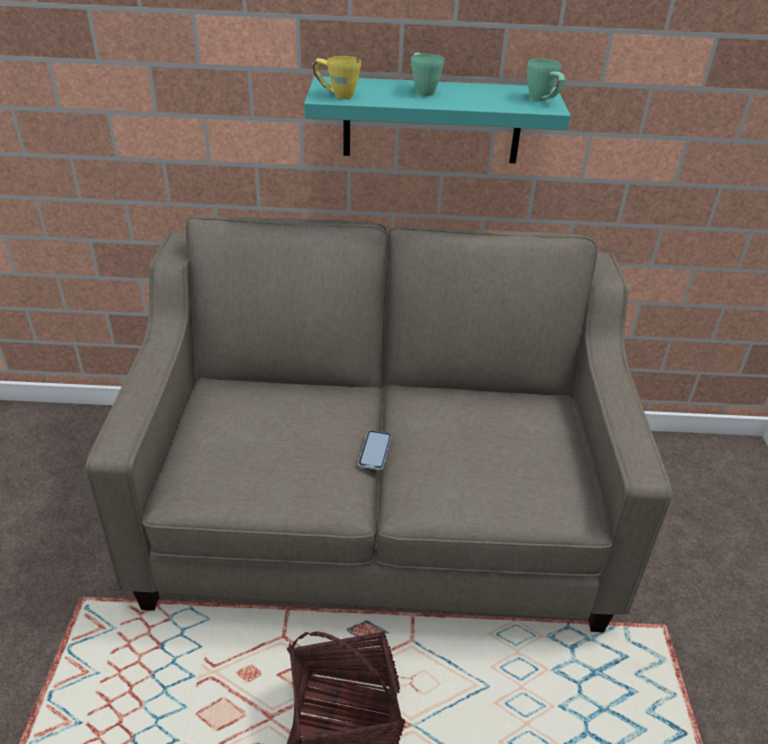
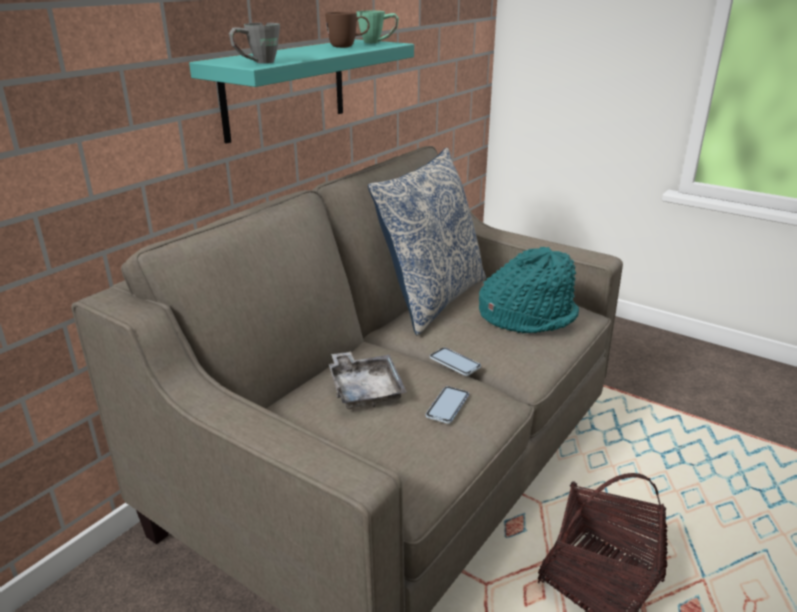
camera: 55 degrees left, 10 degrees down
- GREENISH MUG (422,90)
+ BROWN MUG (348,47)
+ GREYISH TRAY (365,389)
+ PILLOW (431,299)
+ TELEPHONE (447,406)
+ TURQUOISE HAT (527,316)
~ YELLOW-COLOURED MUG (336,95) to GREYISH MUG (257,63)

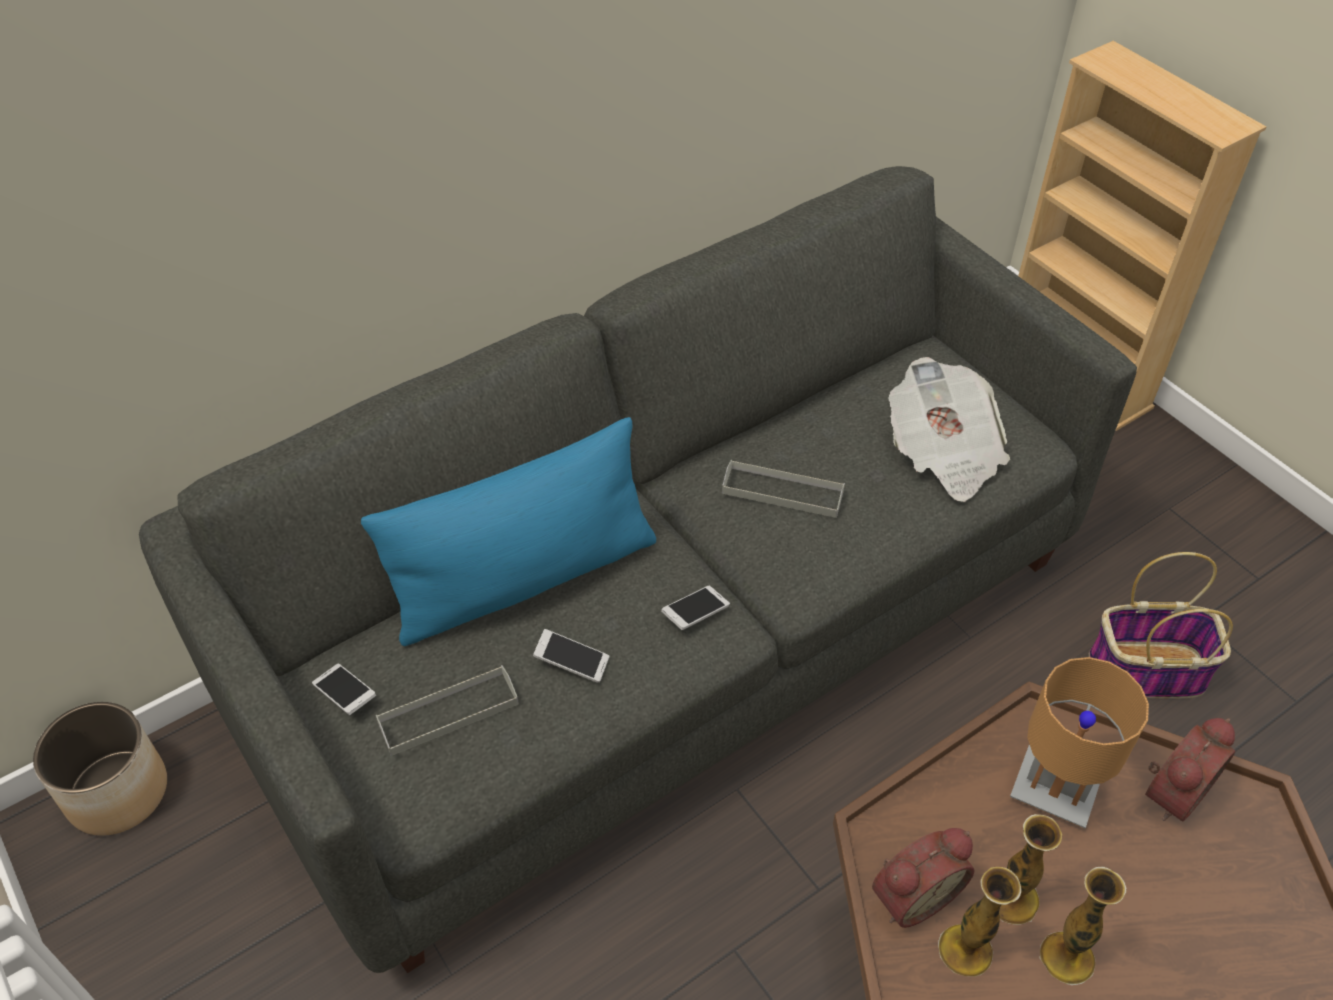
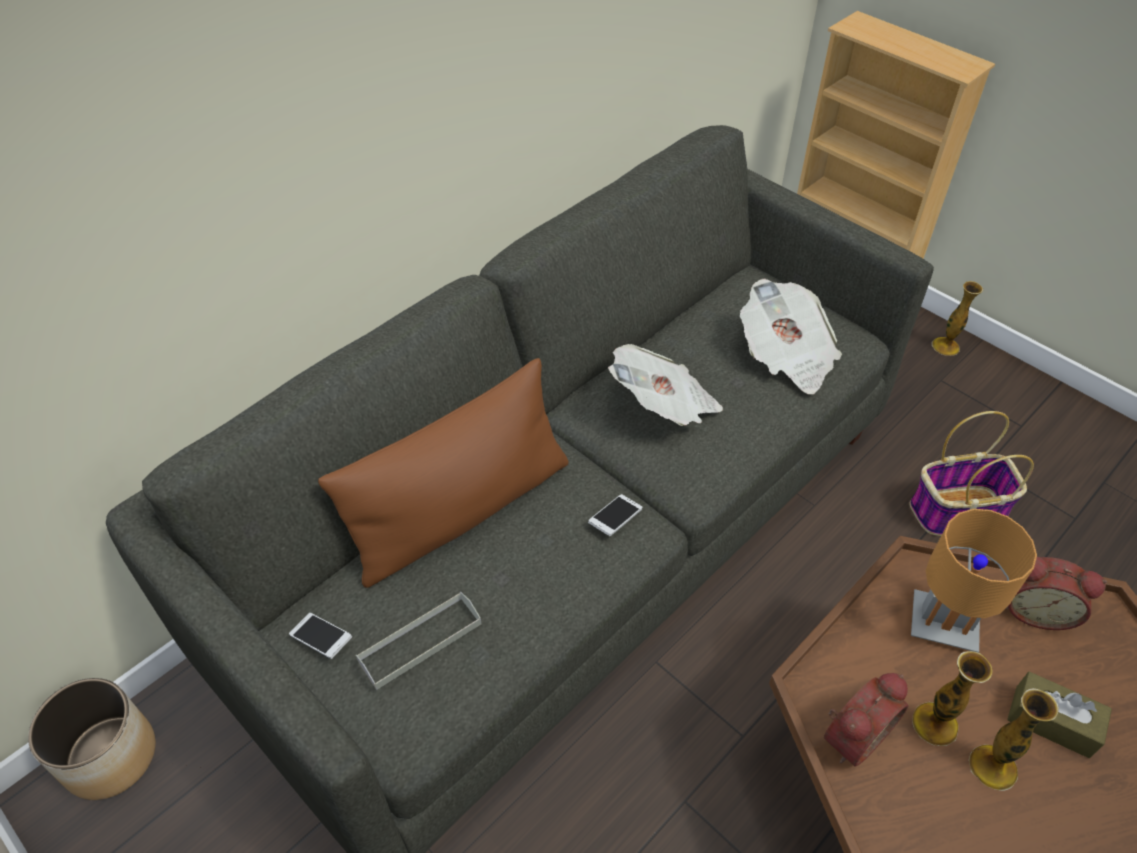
camera: 10 degrees left, 0 degrees up
- TELEPHONE (572,662)
+ BROWN TISSUE BOX (1052,721)
~ DECORATIVE VASE (965,950) to (945,346)
~ GREYISH TRAY (782,492) to NEWSPAPER (664,406)
~ BLUISH PILLOW (525,579) to BROWN PILLOW (461,511)
~ BEDSIDE CLOCK (1171,790) = (1035,608) 75 degrees clockwise

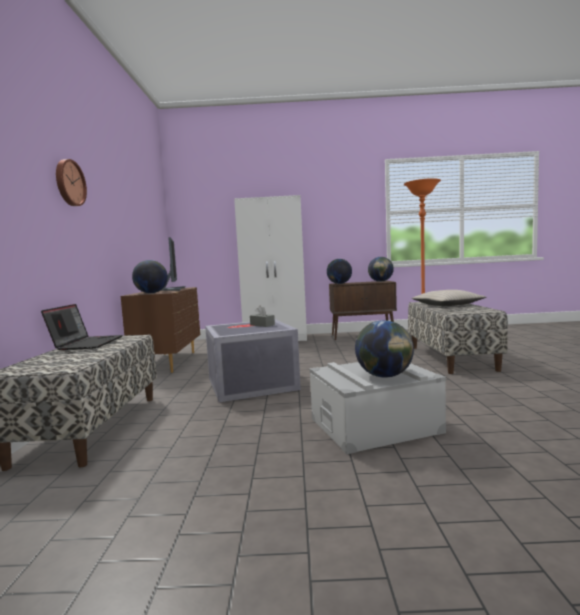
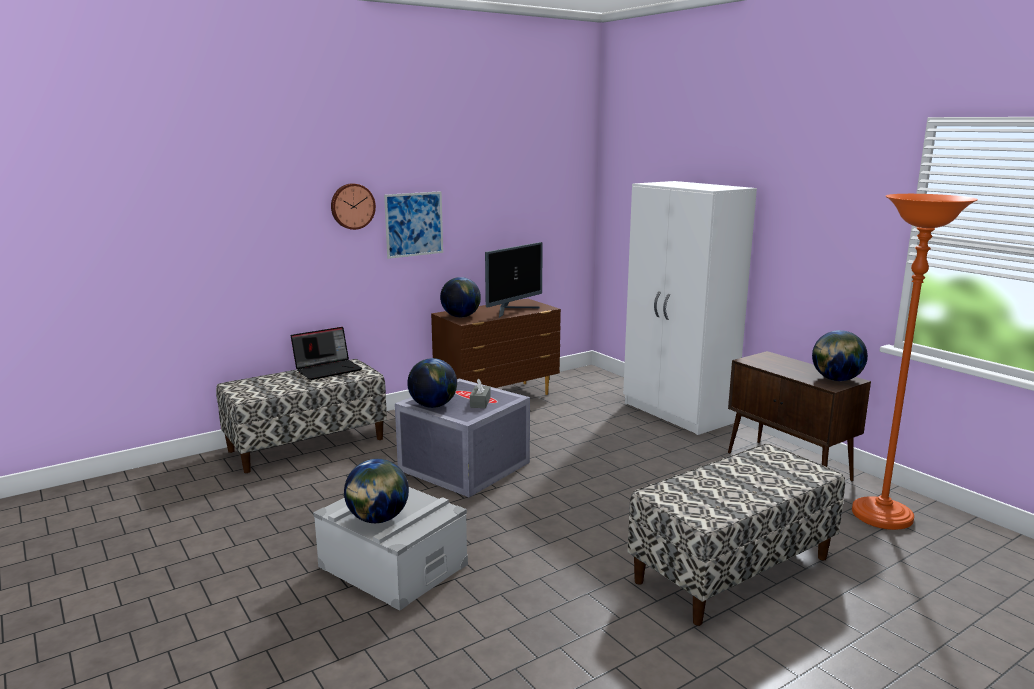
camera: 55 degrees right, 10 degrees up
- BEIGE-COLOURED PILLOW (447,305)
+ PICTURE (414,224)
~ GLOBE (339,283) to (433,405)

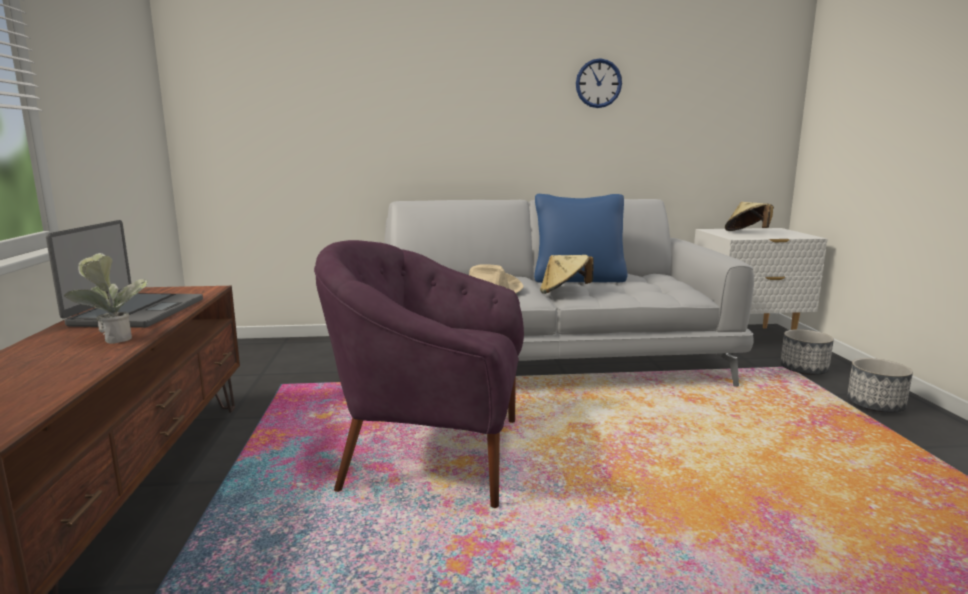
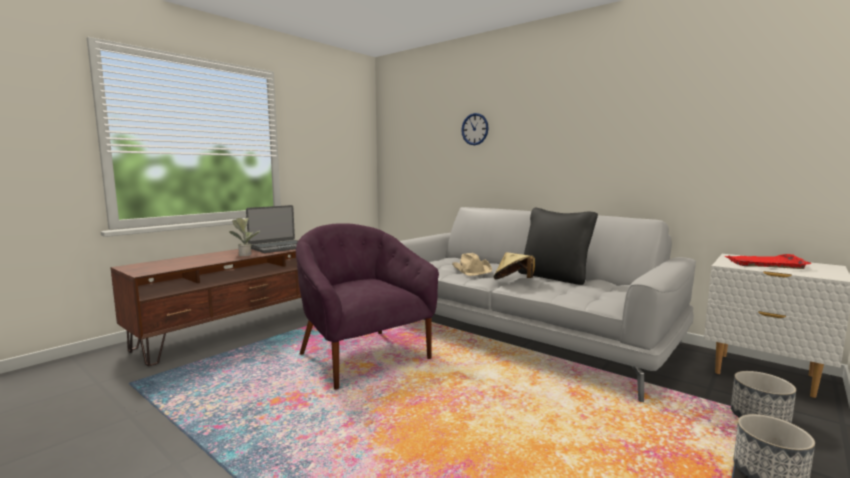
camera: 45 degrees right, 5 degrees down
~ HANGING CLOCK (598,83) to (475,129)
~ BEIGE-COLOURED HAT (747,233) to REDDISH TRAY (765,263)
~ BLUISH PILLOW (578,279) to BLACK PILLOW (554,277)

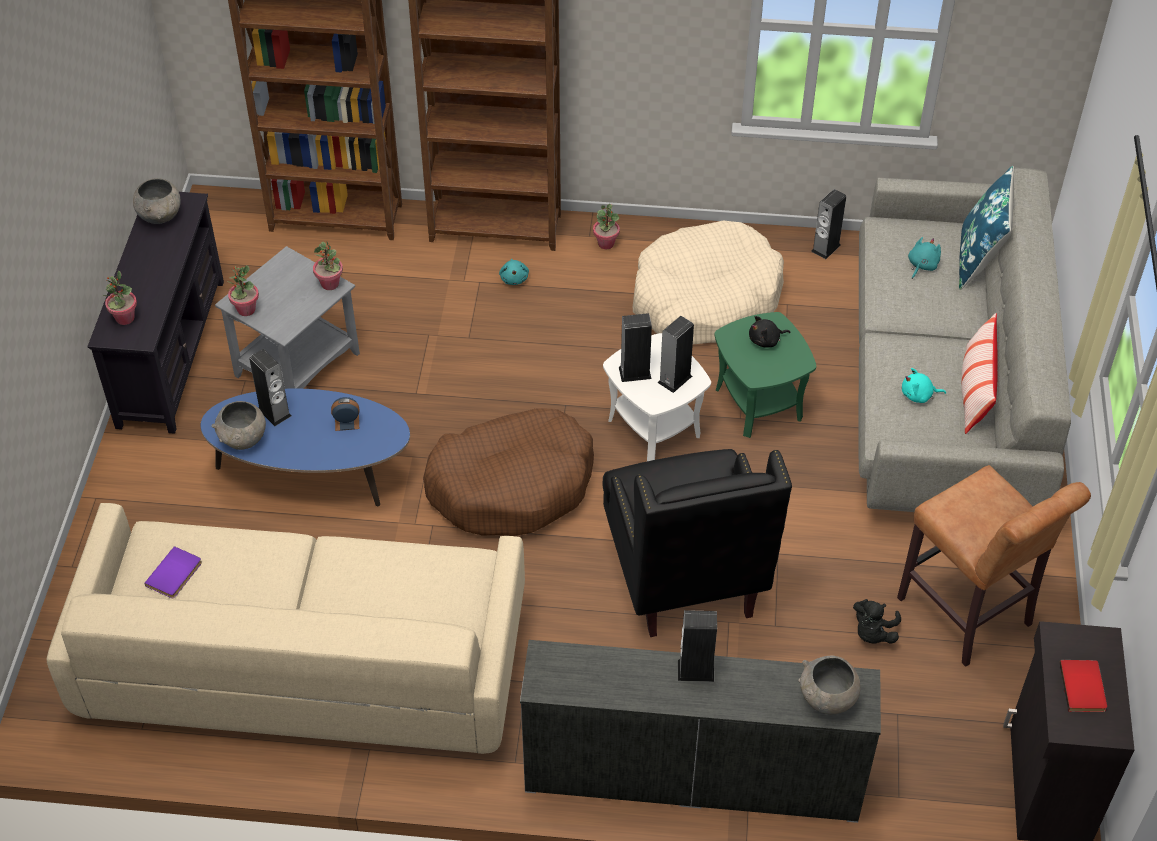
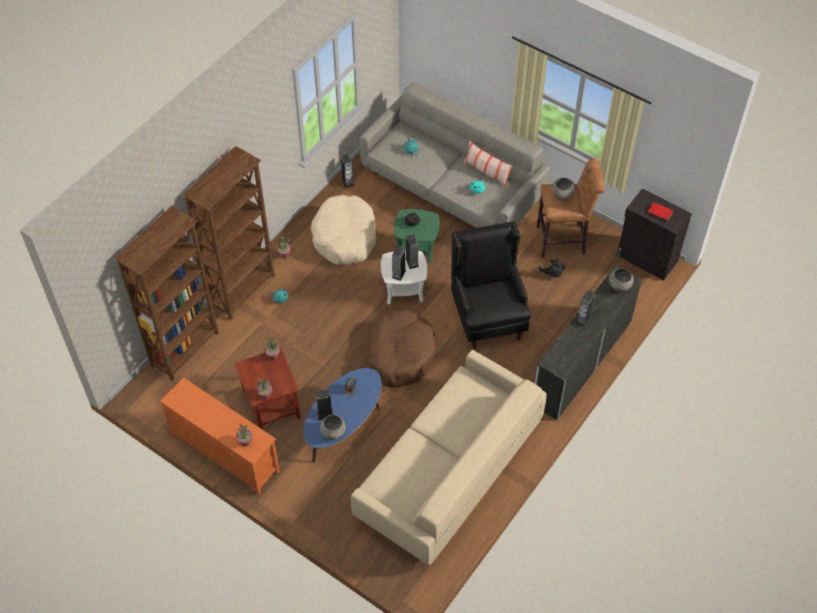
camera: 60 degrees left, 5 degrees up
- PURPLISH VOLUME (175,574)
- BLUISH PILLOW (979,259)
~ GREYISH DEEP DISH (161,216) to (562,196)
~ BLACK TV STAND (171,353) to ORANGE-COLOURED TV STAND (225,453)
~ GREYISH SIDE TABLE (296,364) to BROWN SIDE TABLE (270,405)
~ BLACK EASY CHAIR (684,576) = (487,318) 120 degrees counterclockwise

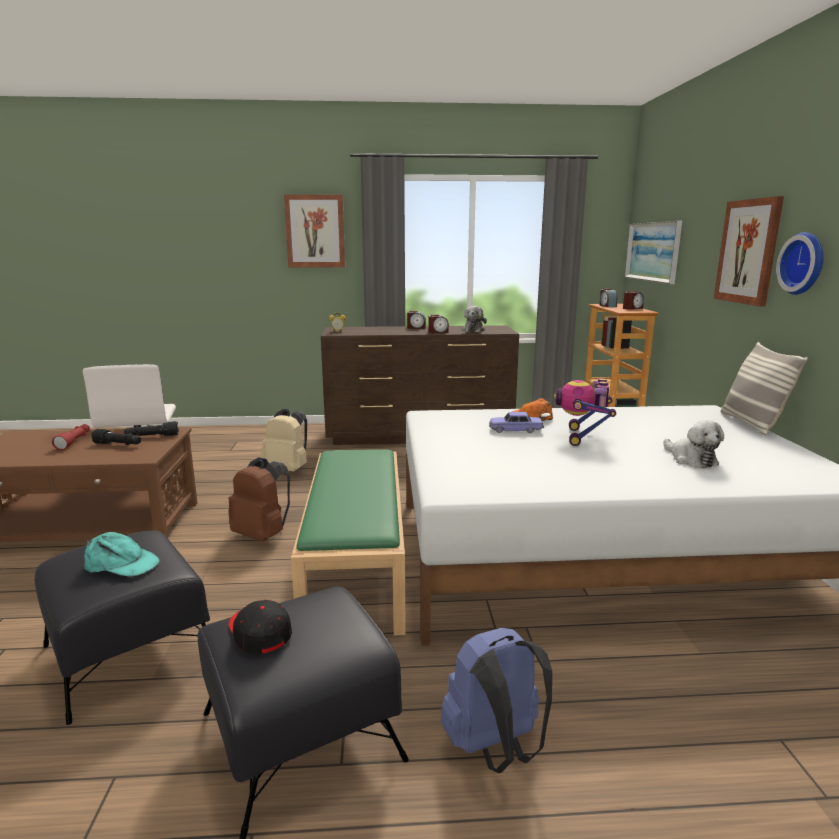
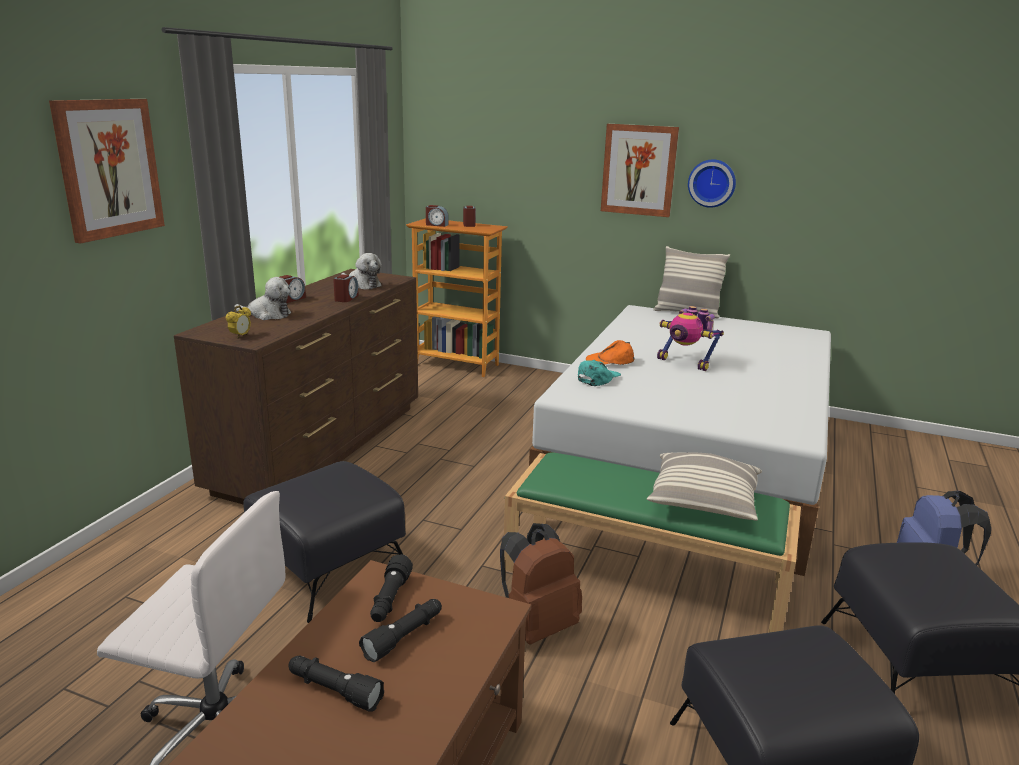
camera: 65 degrees left, 5 degrees up
- BLACK BASEBALL CAP (258,632)
- MODEL CAR (515,430)
- PICTURE (652,252)
+ PILLOW (703,502)
~ TURQUOISE BASEBALL CAP (121,564) to (598,378)
~ CUDDLY TOY (691,459) to (267,315)
~ BEIGE-COLOURED RUCKSACK (288,469) to BLACK OTTOMAN (329,568)
~ REDDISH FLASHLIGHT (74,441) to BLACK FLASHLIGHT (334,690)

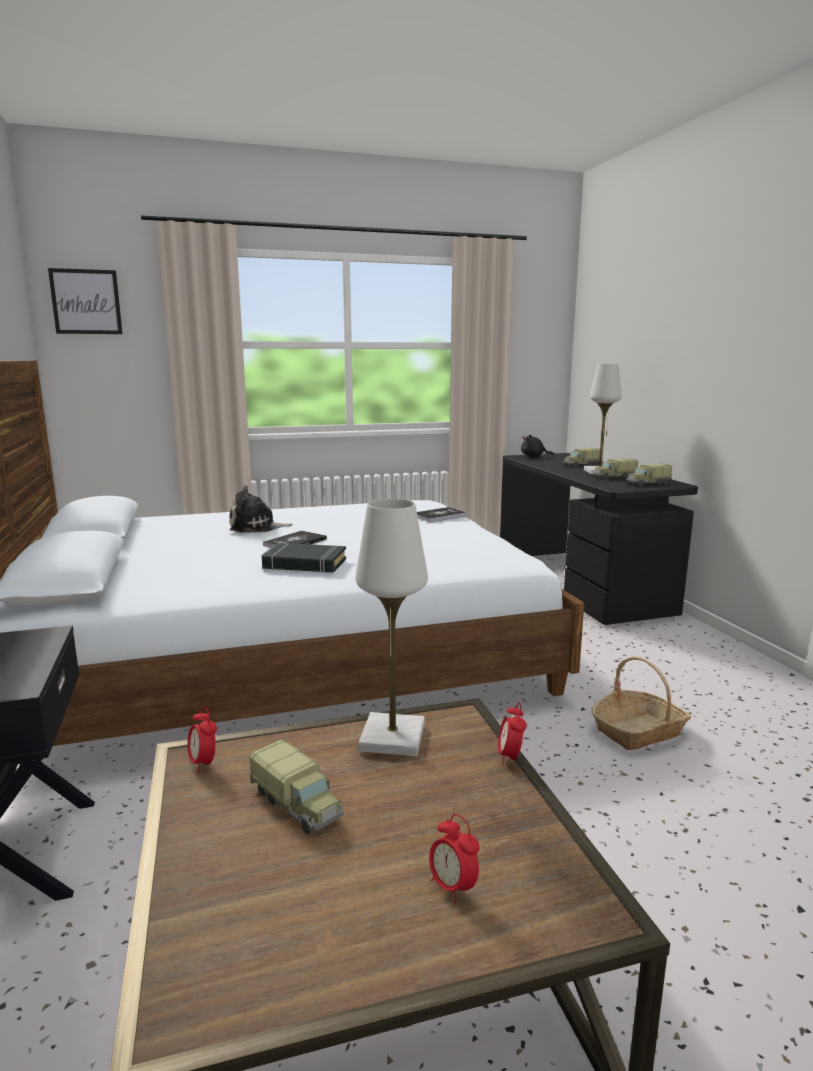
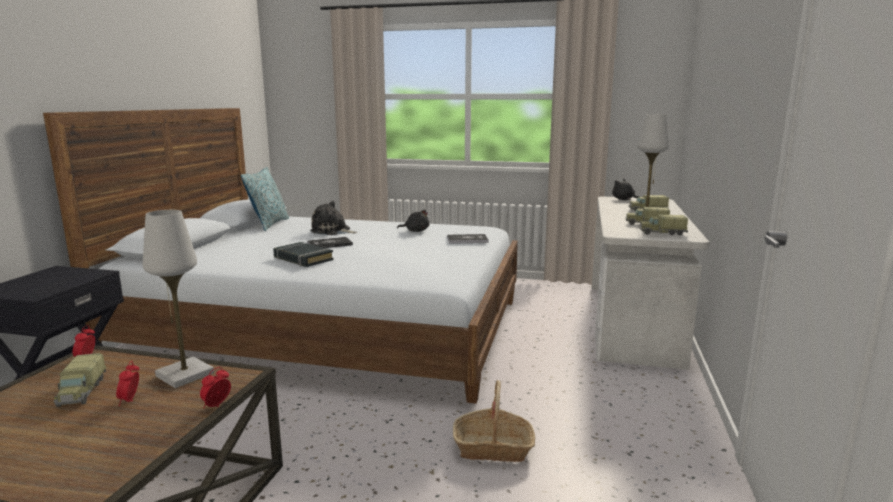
camera: 30 degrees right, 0 degrees up
- PICTURE (86,302)
+ PILLOW (269,224)
+ BLACK CUDDLY TOY (415,231)
~ BEDSIDE CLOCK (452,887) to (130,401)
~ BLACK DESK UNIT (579,583) to WHITE DESK UNIT (634,322)

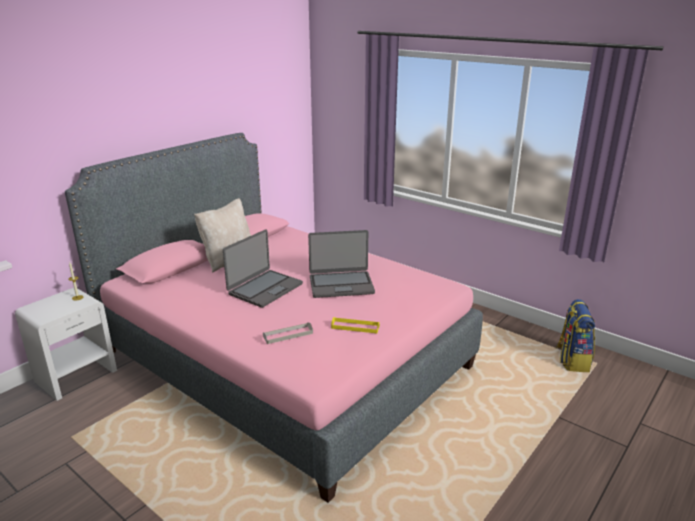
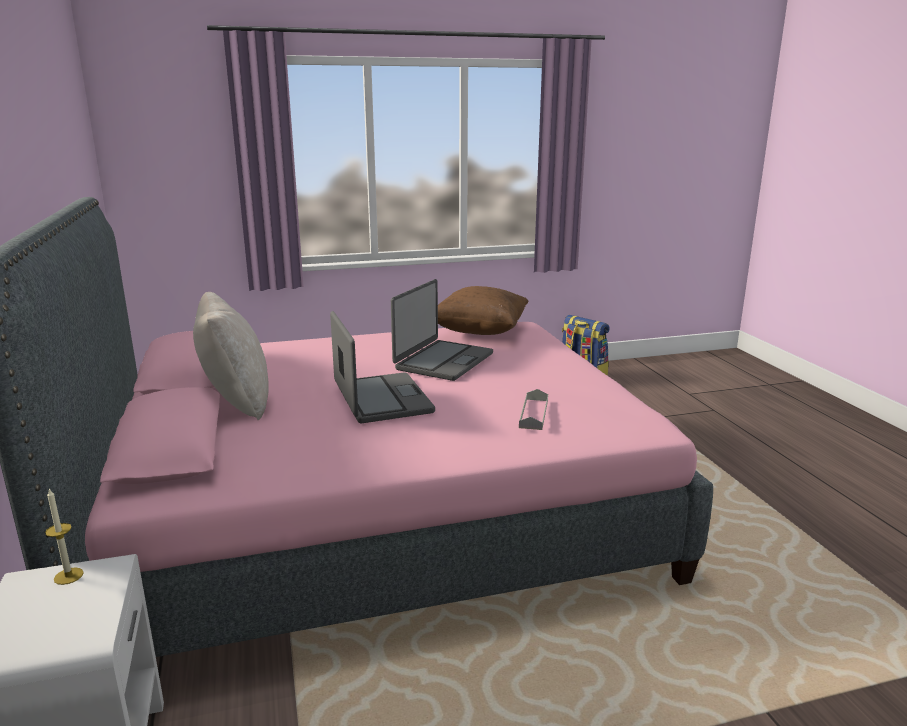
camera: 55 degrees left, 5 degrees down
- YELLOW-COLOURED TRAY (355,327)
+ BROWN PILLOW (480,332)

